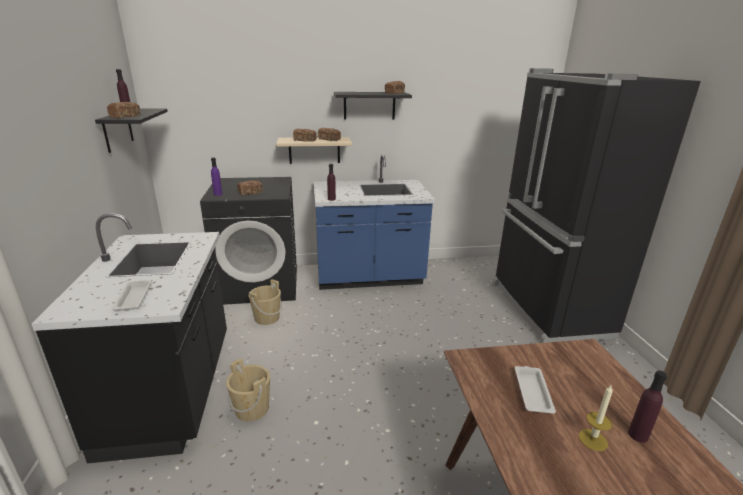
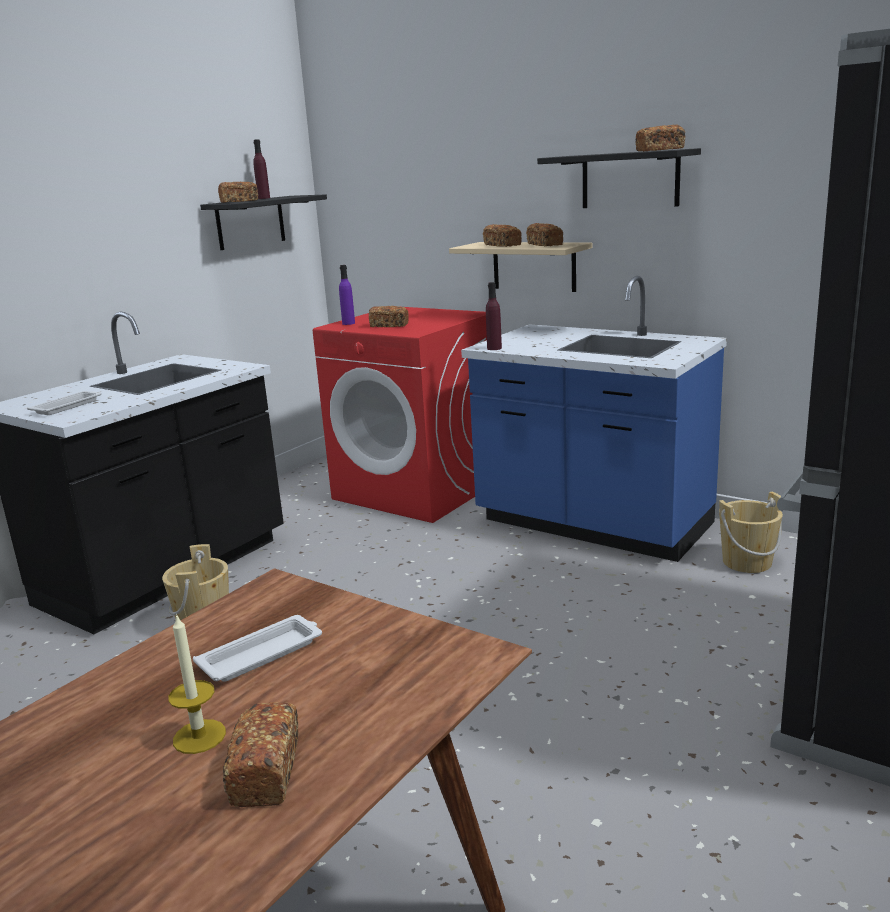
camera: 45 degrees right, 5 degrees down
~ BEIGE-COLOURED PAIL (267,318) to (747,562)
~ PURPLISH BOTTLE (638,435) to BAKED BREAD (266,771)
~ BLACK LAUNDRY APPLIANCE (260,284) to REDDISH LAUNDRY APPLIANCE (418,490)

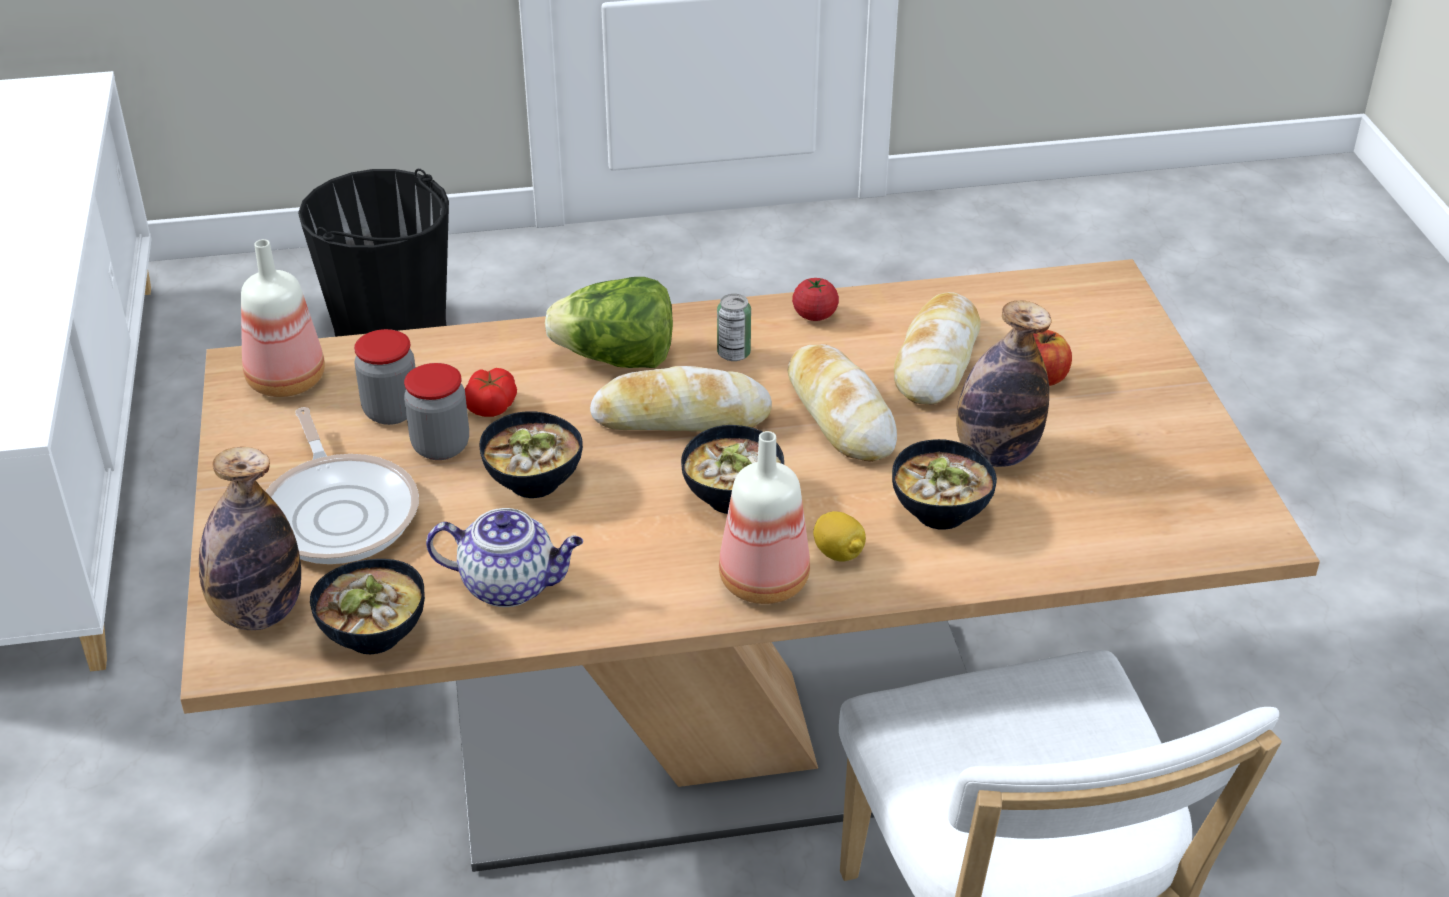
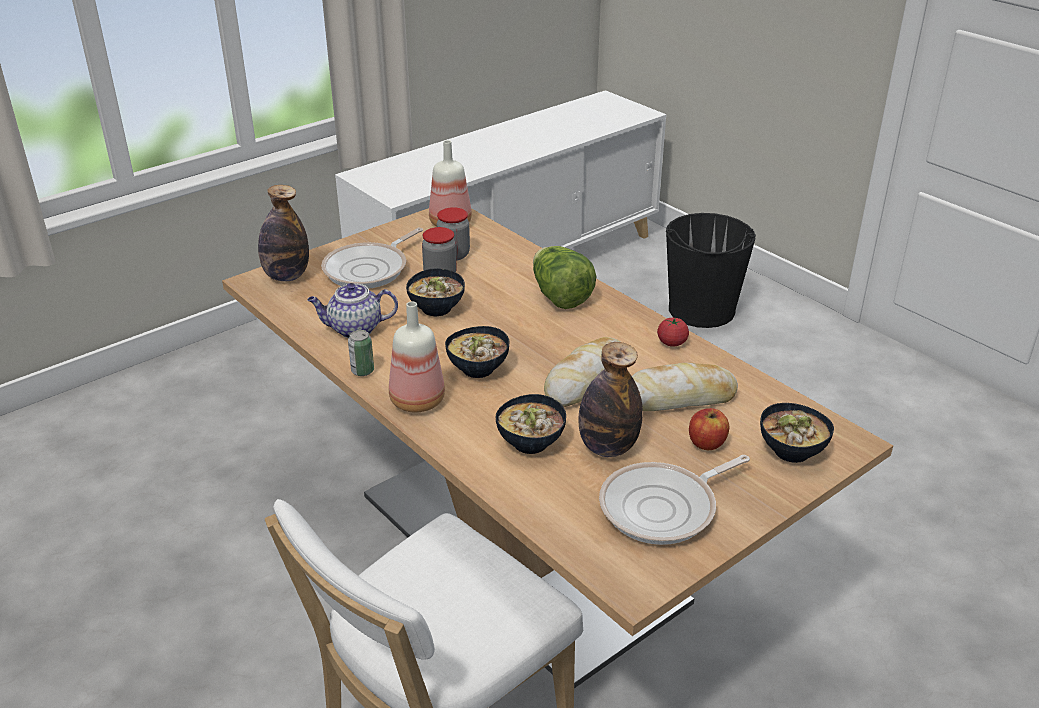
camera: 60 degrees right, 5 degrees down
- FRESH TOMATO (491,405)
- BAKED BREAD (681,417)
- CITRUS FRUIT (838,553)
+ SKILLET (664,508)
~ DEEP DISH (372,634) to (791,450)
~ CAN (733,354) to (362,371)
~ TEAPOT (511,585) = (354,329) 105 degrees clockwise

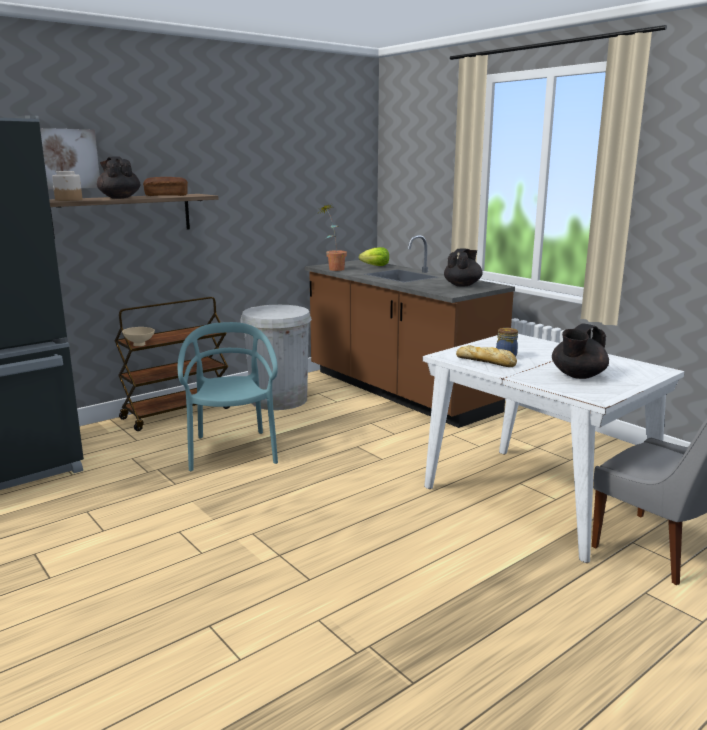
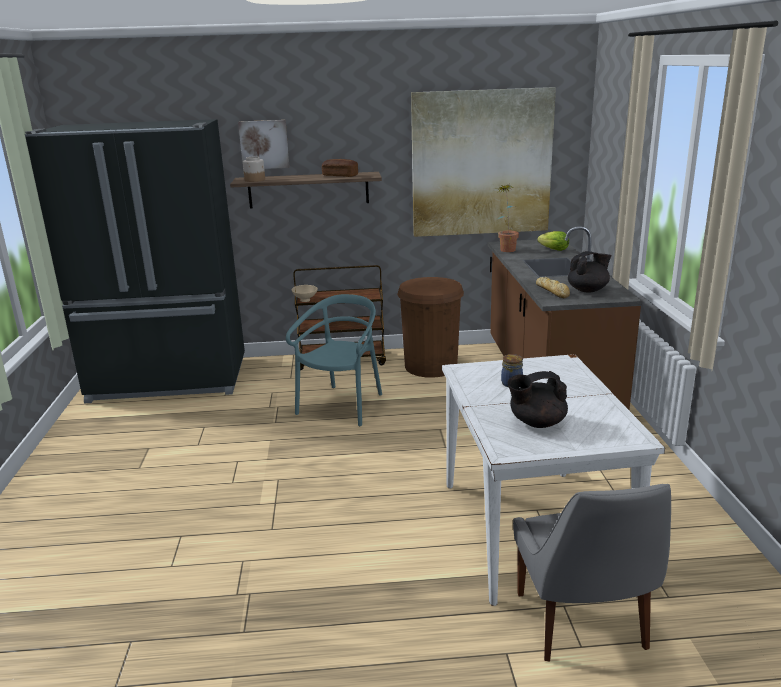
camera: 35 degrees right, 5 degrees up
- BLACK TEAPOT (119,198)
+ PICTURE (481,163)
~ BAKED BREAD (487,362) to (552,291)
~ WHITE RUBBISH BIN (278,400) to BROWN RUBBISH BIN (431,366)

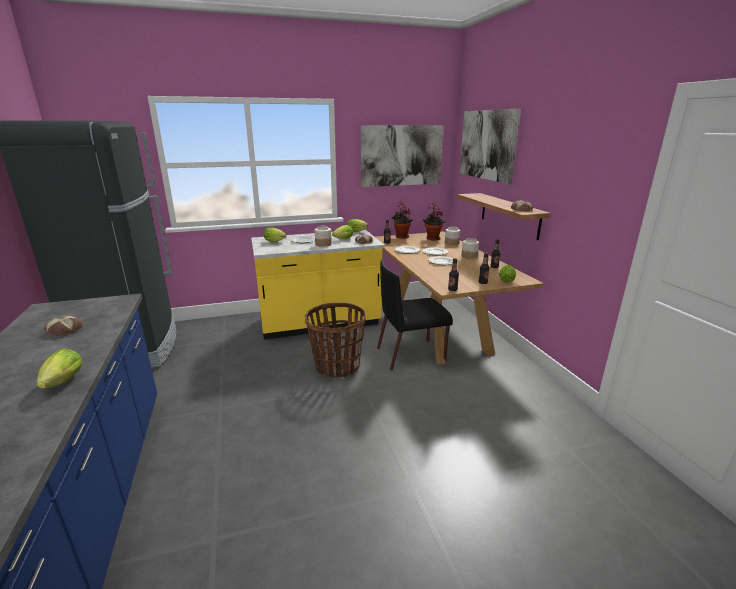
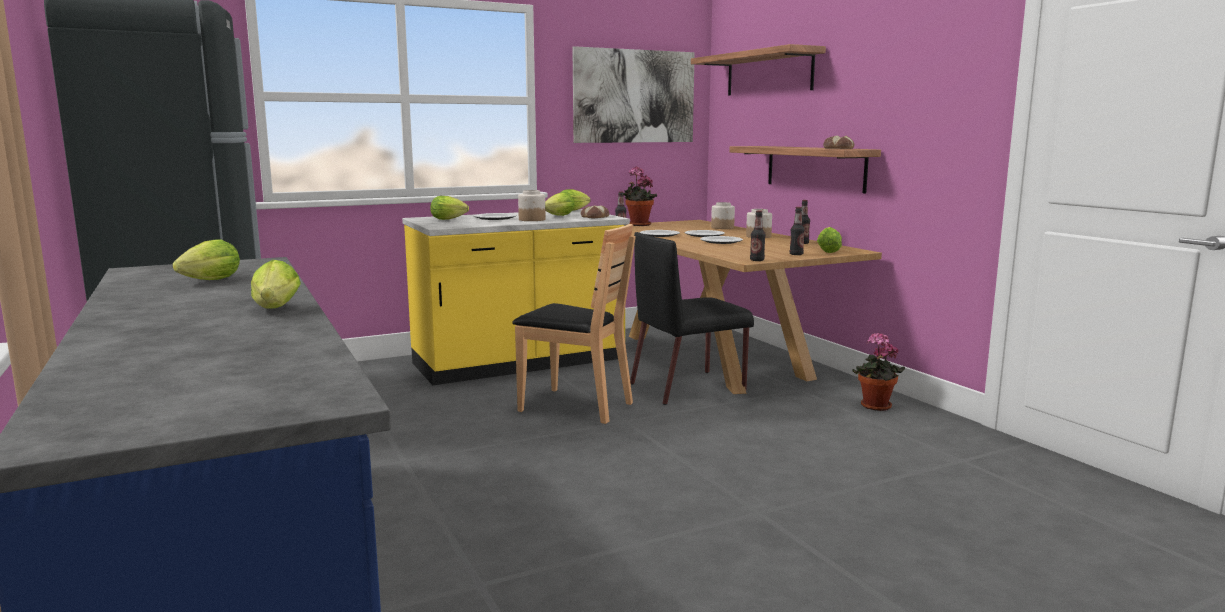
camera: 10 degrees left, 10 degrees down
~ PLANT IN A POT (432,239) to (875,407)
~ BAKED BREAD (65,330) to LETTUCE (208,281)
~ HOUSEHOLD BASKET (337,366) to BROWN CHAIR (575,406)
~ PICTURE (487,145) to BRACKET SHELF (768,73)

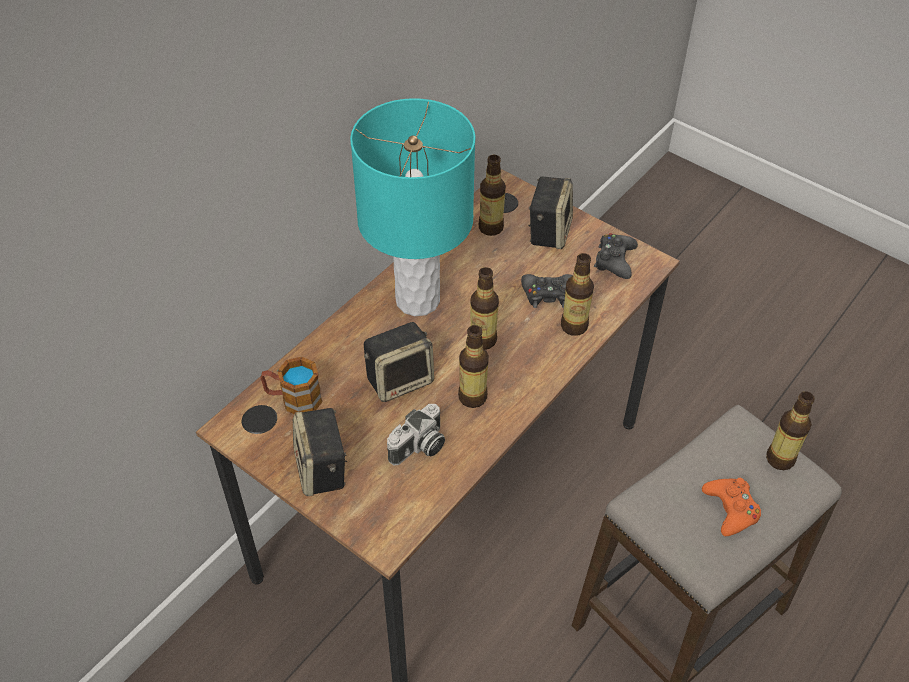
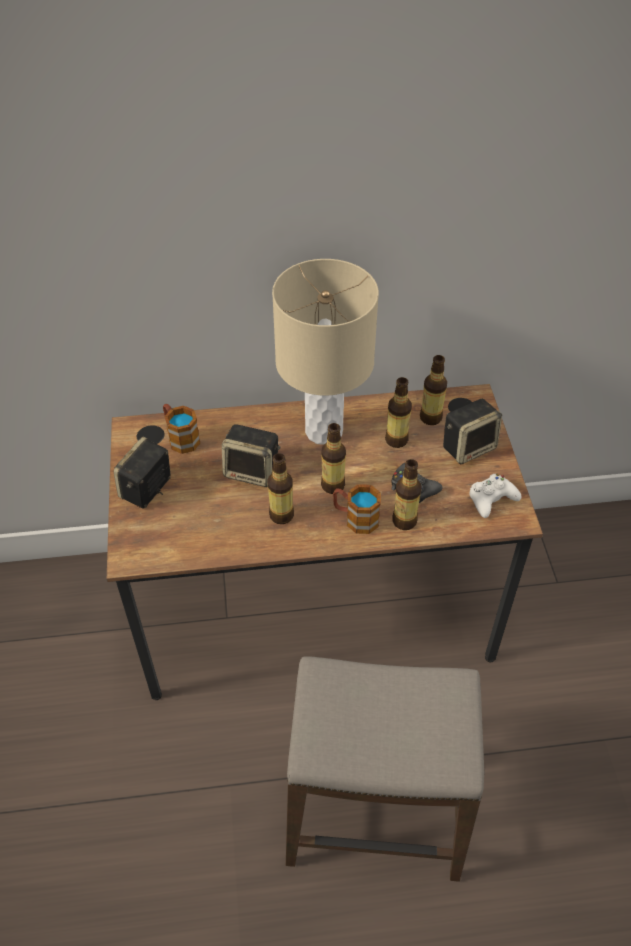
camera: 45 degrees right, 0 degrees up
- PHOTO CAMERA (419,448)
- ORANGE-COLOURED GAME CONTROLLER (731,509)
+ MUG (355,518)
~ BOTTLE (780,459) to (396,440)
~ TURQUOISE LAMP FOR A TABLE (417,300) to BEIGE-COLOURED LAMP FOR A TABLE (323,431)
~ BLACK GAME CONTROLLER (614,260) to WHITE GAME CONTROLLER (491,499)

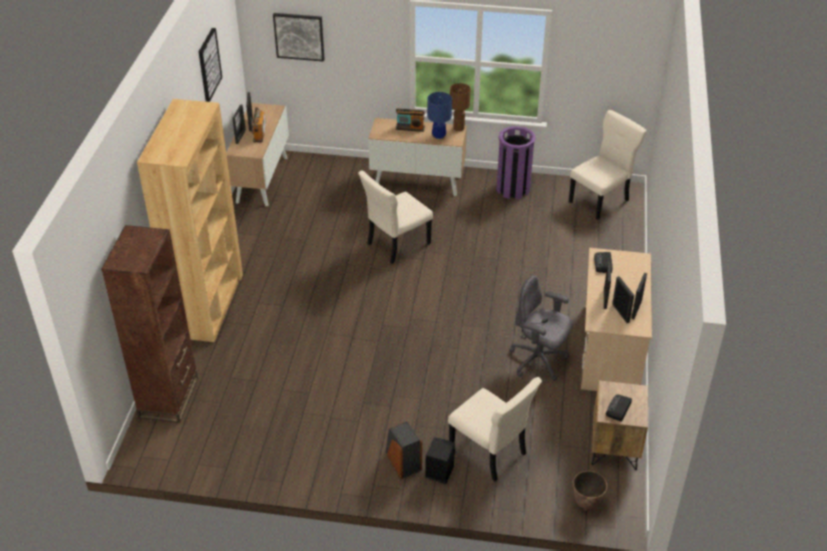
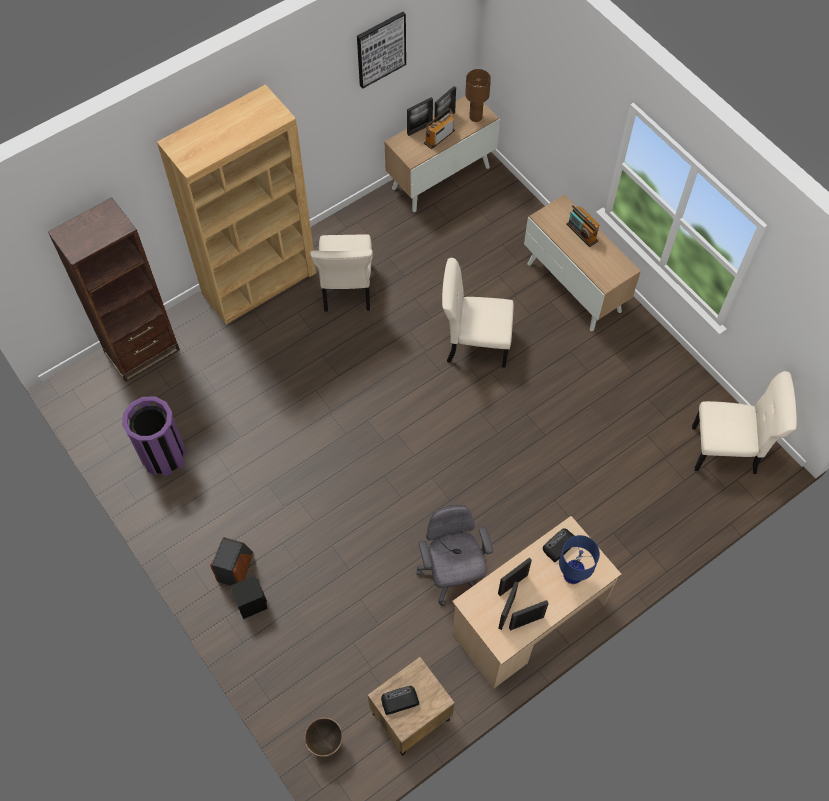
camera: 45 degrees right, 20 degrees up
- PICTURE (299,36)
~ BLUISH LAMP FOR A TABLE (439,137) to (572,576)
~ BEIGE-COLOURED CHAIR (490,453) to (346,290)
~ BROWN LAMP FOR A TABLE (458,128) to (476,117)
~ PURPLISH RUBBISH BIN (513,189) to (164,456)

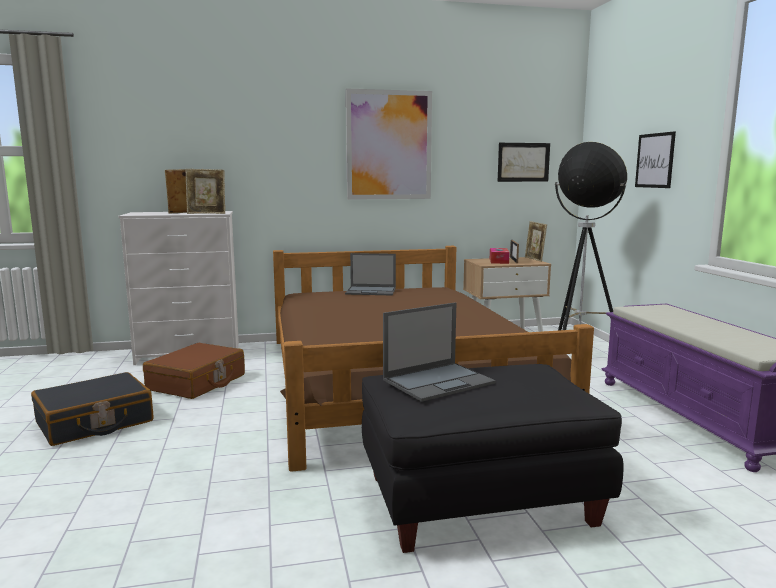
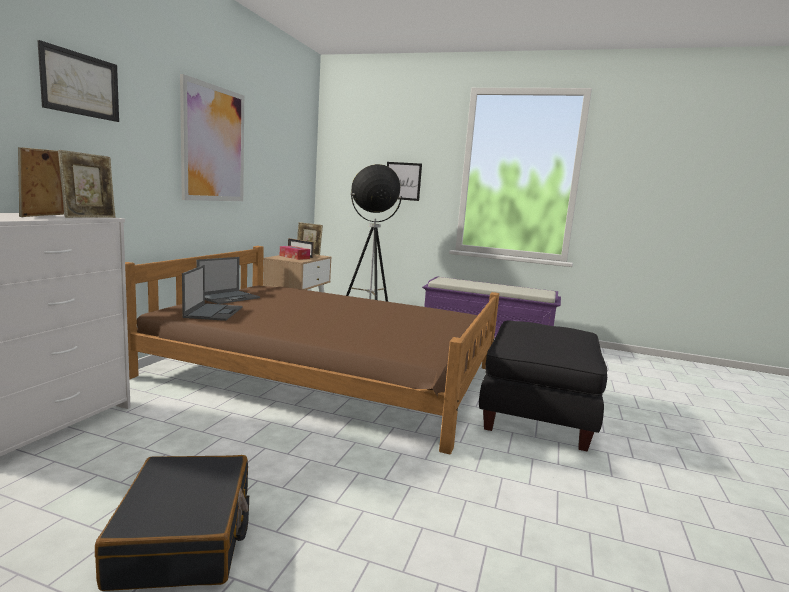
camera: 60 degrees left, 0 degrees up
- BROWN PIECE OF LUGGAGE (197,382)
~ LAPTOP (439,381) to (213,312)
~ PICTURE (523,162) to (81,84)

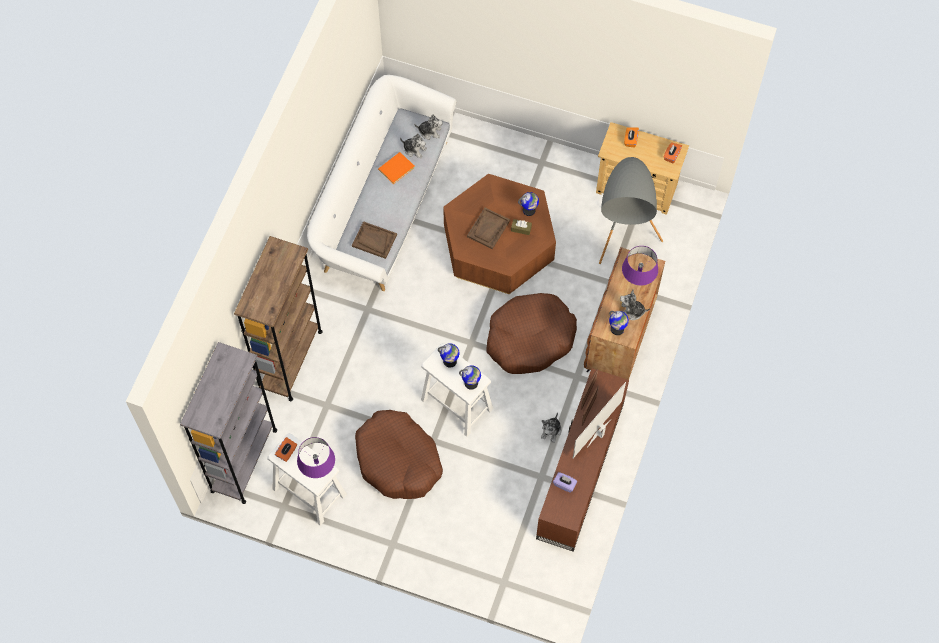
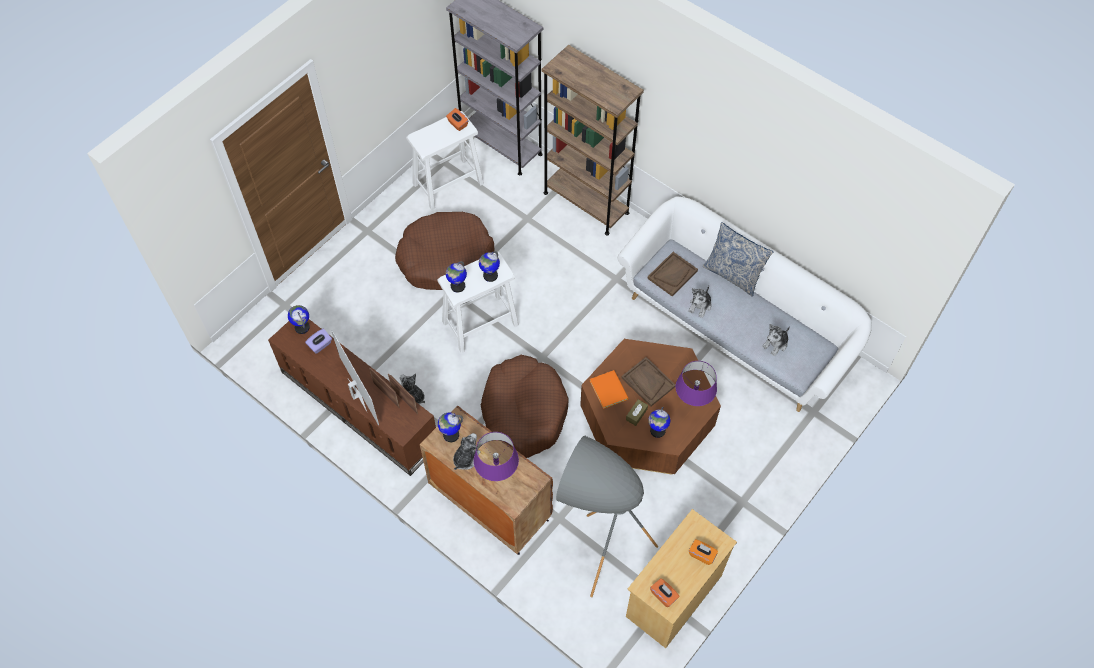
camera: 110 degrees right, 5 degrees down
+ GLOBE (302,327)
+ PILLOW (733,274)
~ PURPLISH LAMP FOR A TABLE (319,472) to (692,404)
~ ORANGE-COLOURED VOLUME (395,168) to (609,388)
~ CUDDLY TOY (430,131) to (700,306)

